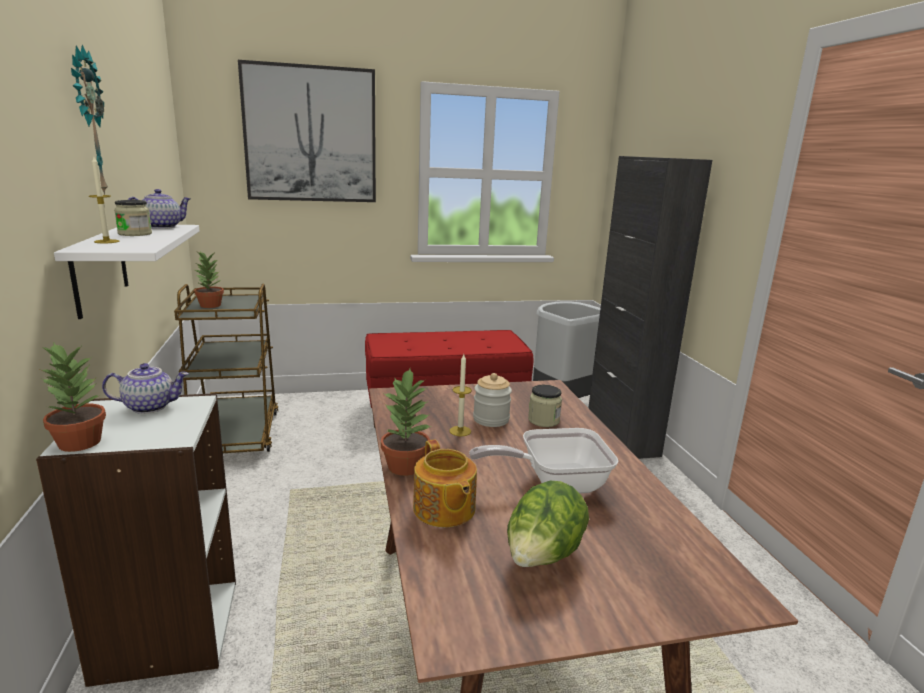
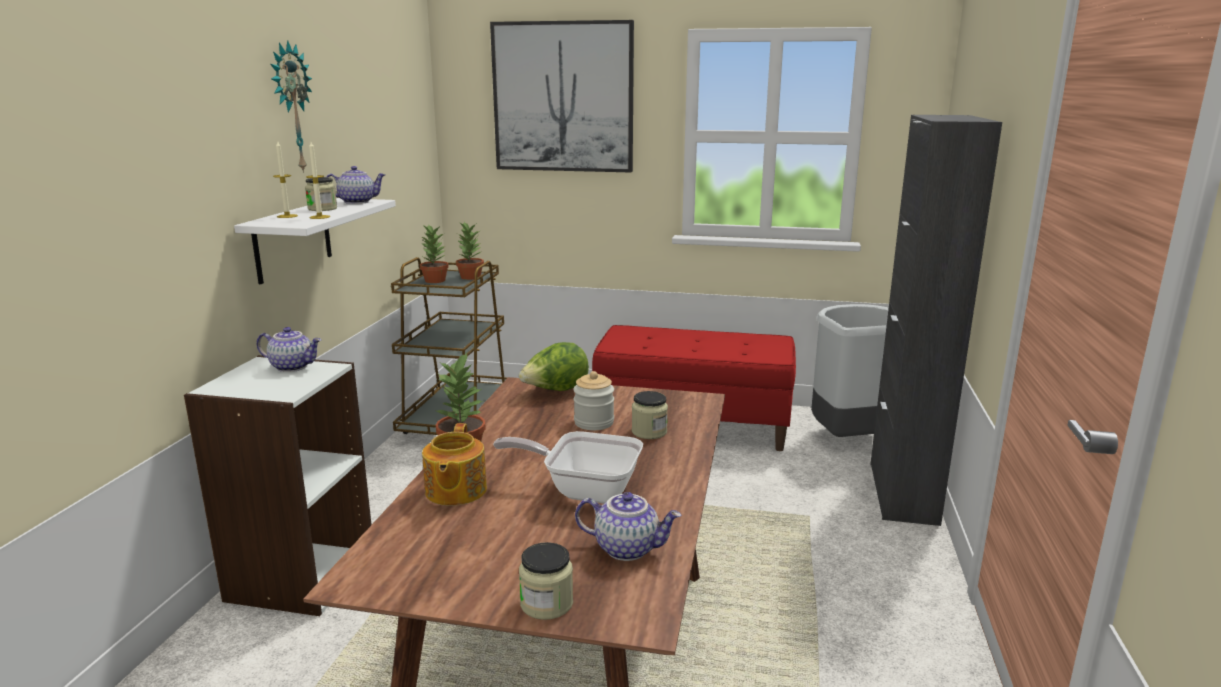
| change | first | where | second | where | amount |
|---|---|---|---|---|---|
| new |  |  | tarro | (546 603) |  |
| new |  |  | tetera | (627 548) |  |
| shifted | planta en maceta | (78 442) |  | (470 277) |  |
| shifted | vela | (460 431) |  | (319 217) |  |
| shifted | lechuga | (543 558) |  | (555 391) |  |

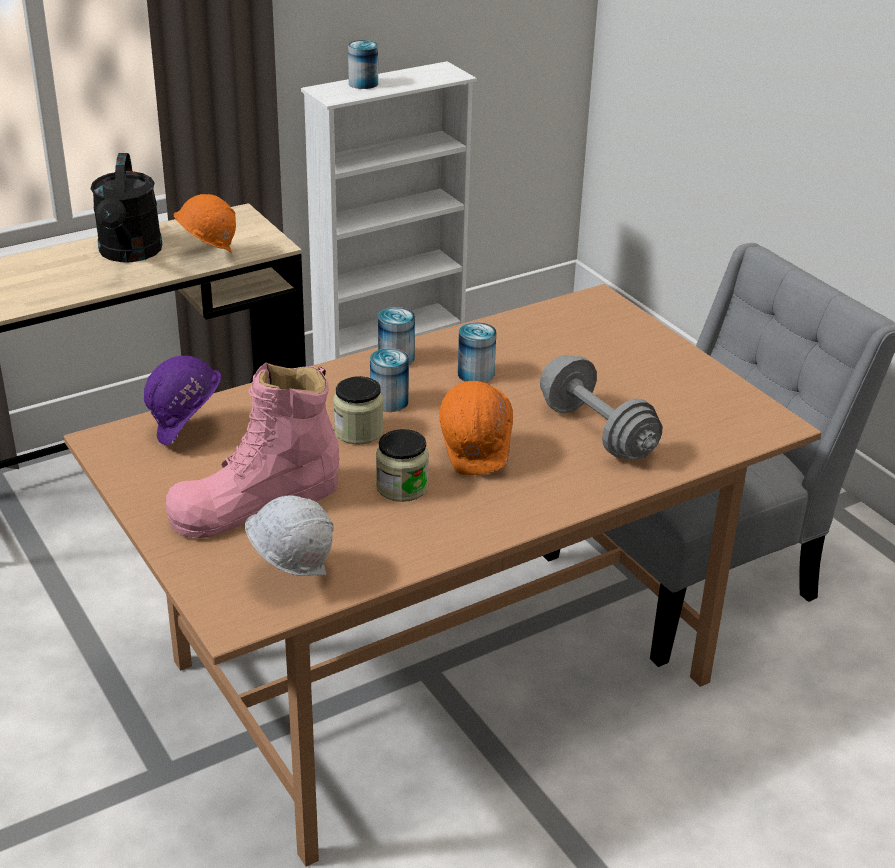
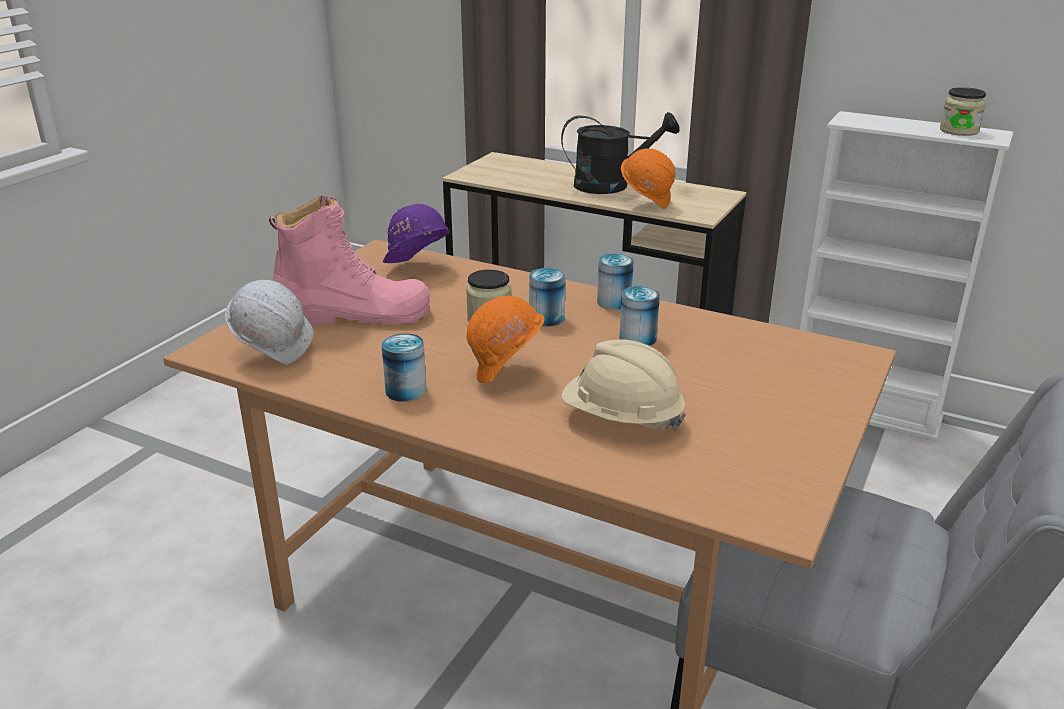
| change | first | where | second | where | amount |
|---|---|---|---|---|---|
| shifted | lata | (363 83) |  | (406 391) |  |
| shifted | tarro | (402 487) |  | (959 131) |  |
| swapped | mancuerna/gris | (596 431) | casco/beis | (621 418) |  |
| rotated | regadera/negro | (129 254) |  | (611 185) | 150 degrees counterclockwise |
| rotated | bota/rosa | (256 503) |  | (355 315) | 150 degrees clockwise |

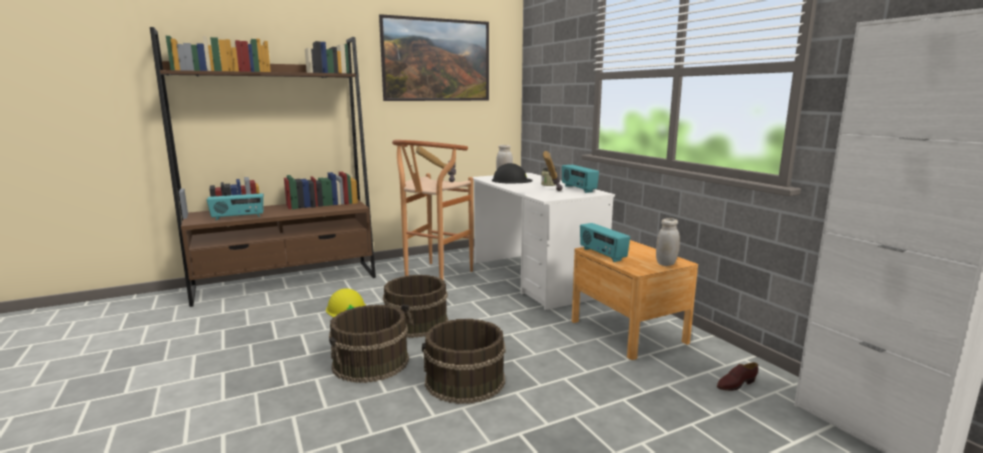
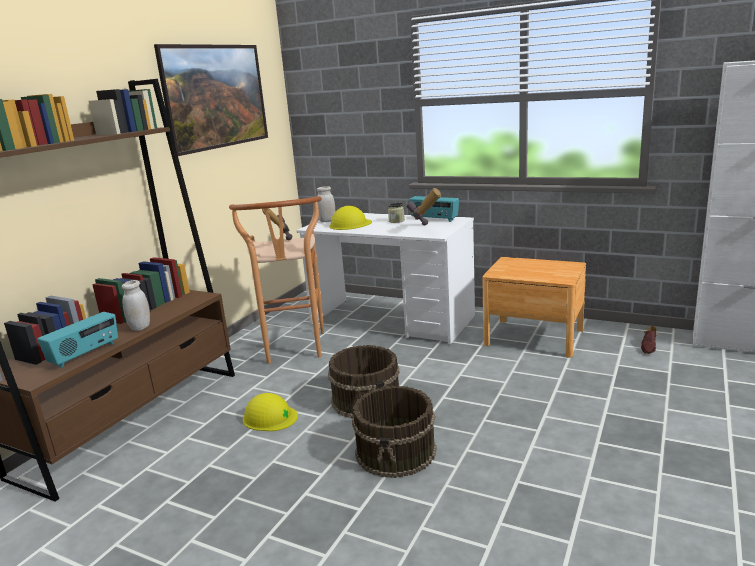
| change | first | where | second | where | amount |
|---|---|---|---|---|---|
| gone | cubo/marrón | (465 381) |  |  |  |
| gone | radio | (602 255) |  |  |  |
| shifted | tarro/blanco | (666 263) |  | (140 327) |  |
| repainted | casco/negro | (511 180) | casco/amarillo | (350 224) |  |

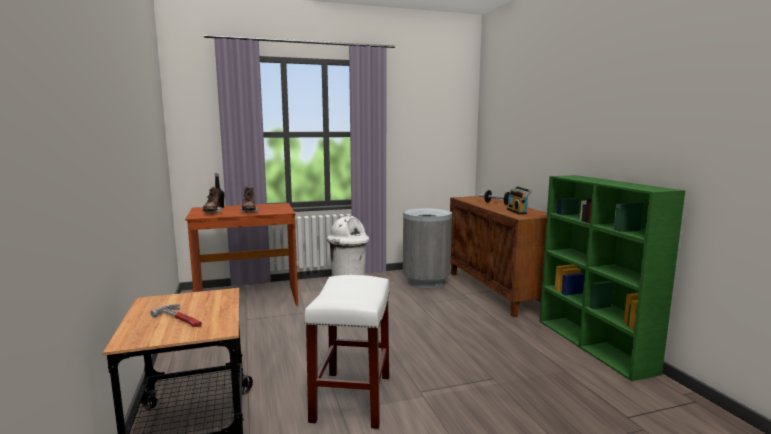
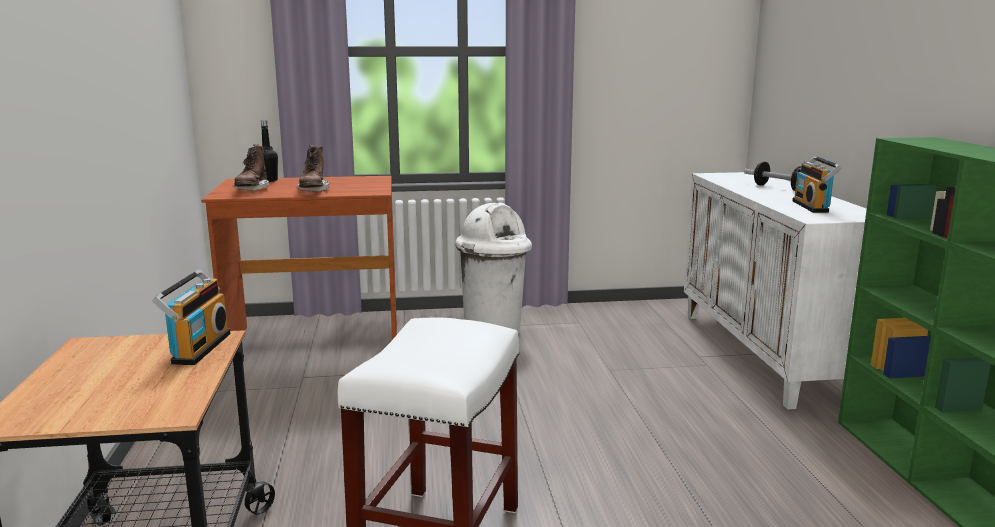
| change | first | where | second | where | amount |
|---|---|---|---|---|---|
| gone | martillo | (181 319) |  |  |  |
| gone | papelera/gris | (426 281) |  |  |  |
| new |  |  | radio | (198 348) |  |
| repainted | armario/marrón | (496 291) | armario/blanco | (766 355) |  |

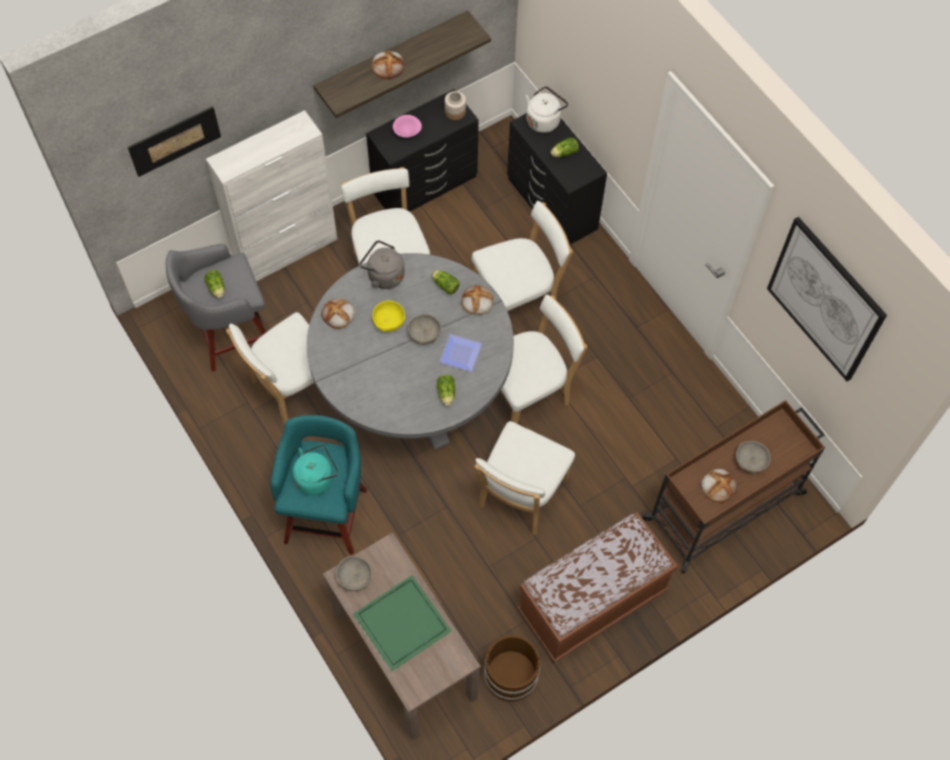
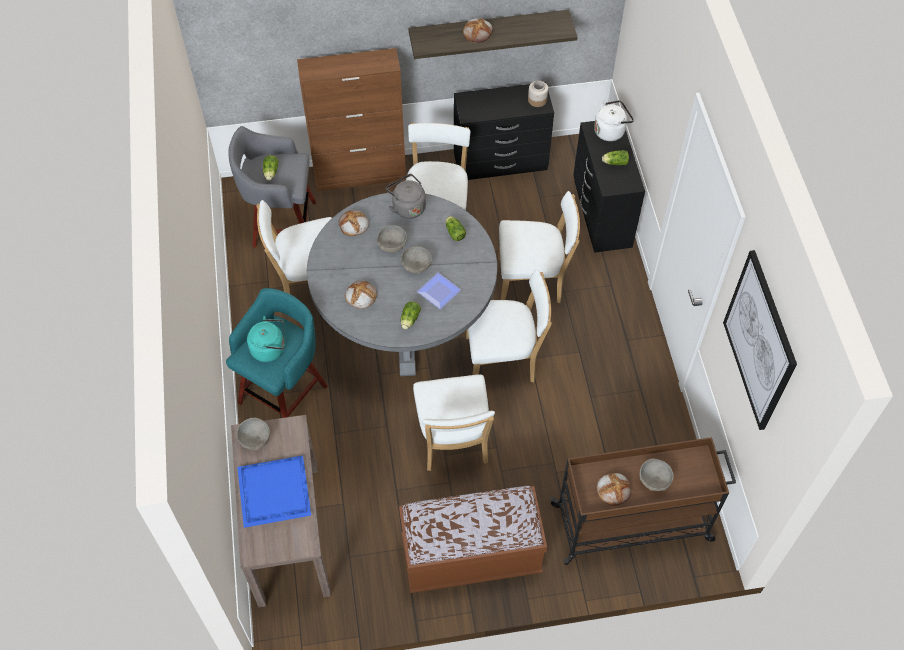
| change | first | where | second | where | amount |
|---|---|---|---|---|---|
| gone | cuadro | (174 141) |  |  |  |
| gone | cuenco/rosa | (408 132) |  |  |  |
| gone | cubo/marrón | (510 675) |  |  |  |
| shifted | pan | (477 301) |  | (360 296) |  |
| repainted | armario/blanco | (286 250) | armario/marrón | (360 175) |  |
| repainted | bandeja/verde | (402 625) | bandeja/azul | (273 493) |  |
| repainted | cuenco/amarillo | (388 321) | cuenco/gris | (392 244) |  |
| rotated | silla/blanco | (520 496) |  | (453 442) | 60 degrees counterclockwise |

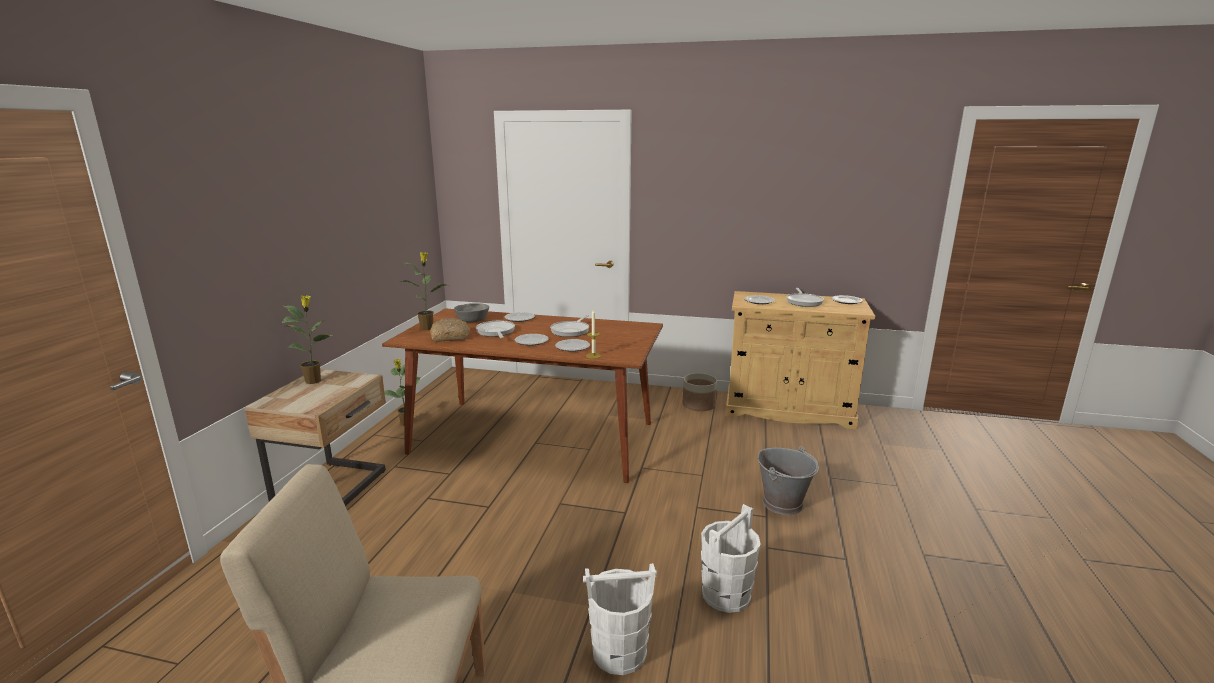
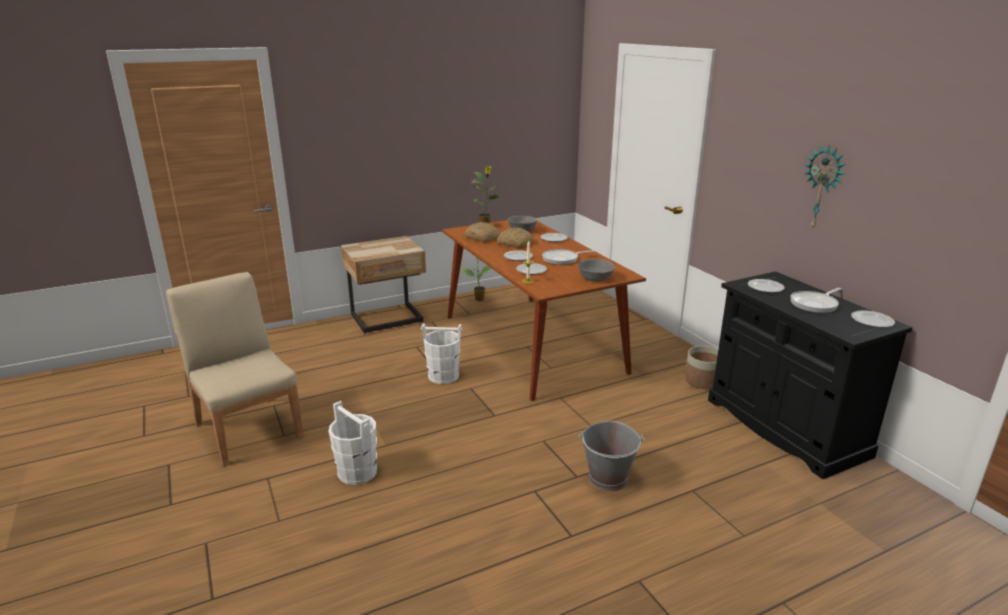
| change | first | where | second | where | amount |
|---|---|---|---|---|---|
| gone | planta en maceta | (314 381) |  |  |  |
| new |  |  | cuenco/gris | (595 279) |  |
| new |  |  | reloj de pared | (823 188) |  |
| shifted | cubo/blanco | (726 594) |  | (443 376) |  |
| swapped | sartén | (495 332) | pan | (514 243) |  |
| repainted | armario/beis | (788 410) | armario/negro | (785 427) |  |

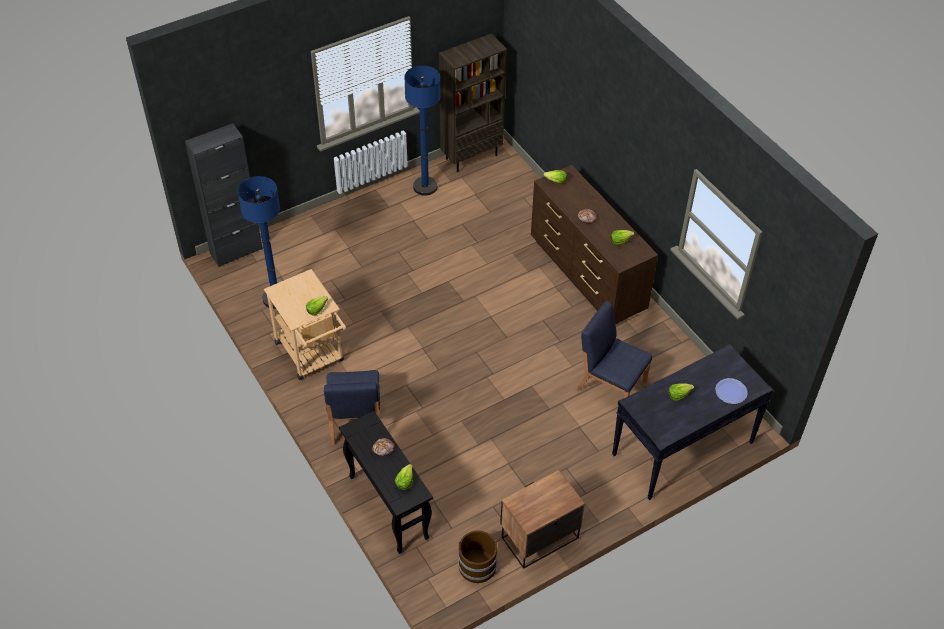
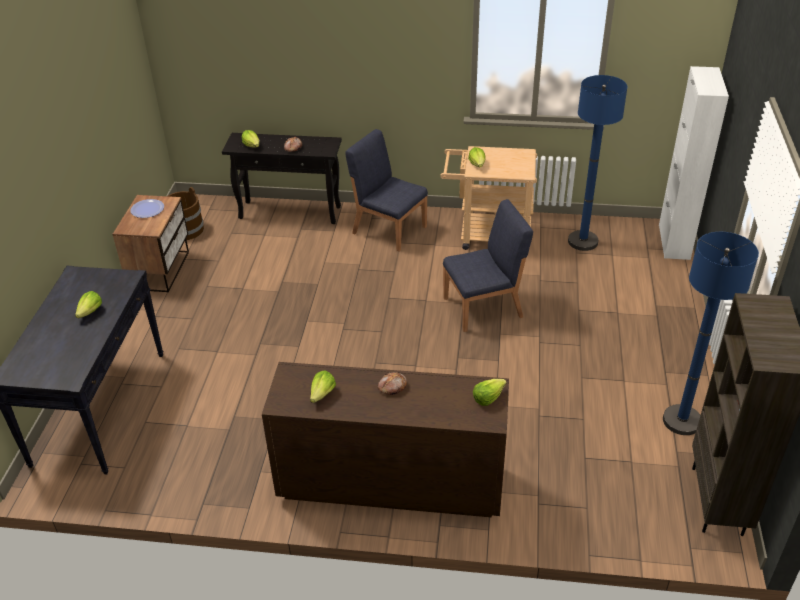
| change | first | where | second | where | amount |
|---|---|---|---|---|---|
| shifted | silla/azul | (610 385) |  | (484 307) |  |
| shifted | plato | (731 392) |  | (147 209) |  |
| repainted | armario/negro | (236 251) | armario/blanco | (674 242) |  |

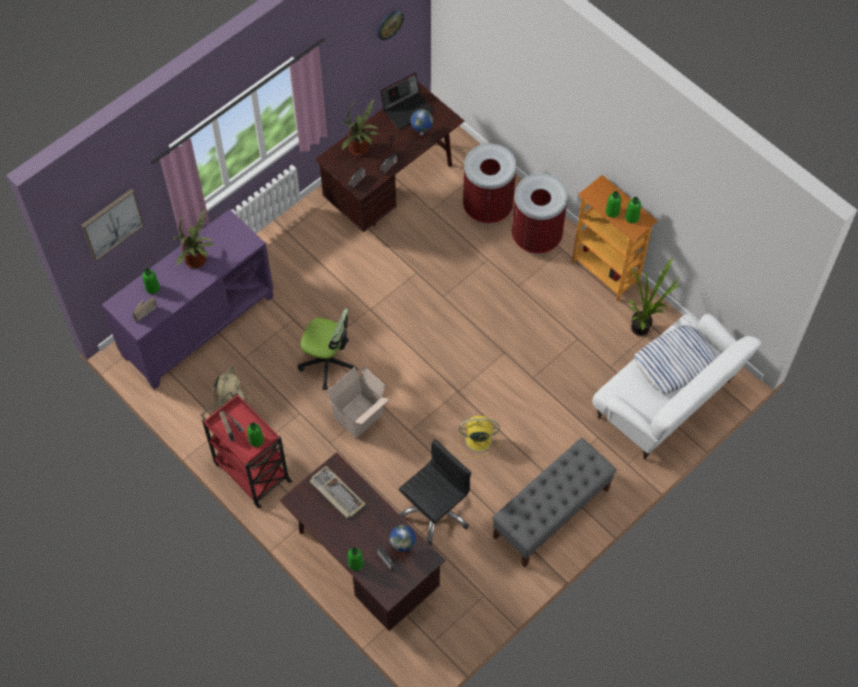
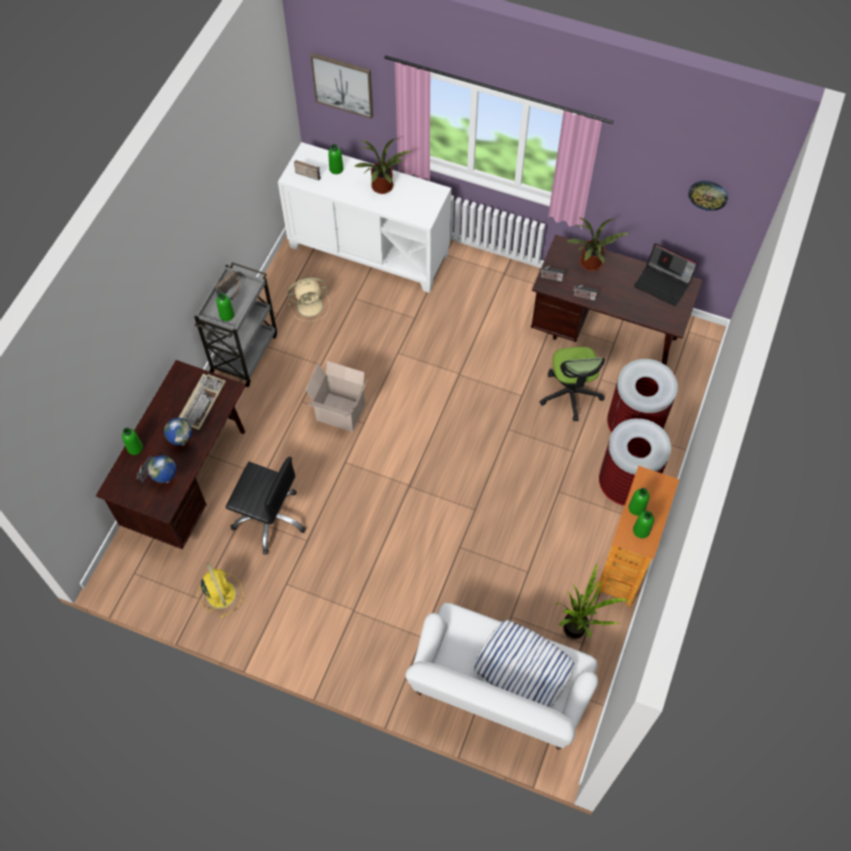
| change | first | where | second | where | amount |
|---|---|---|---|---|---|
| gone | banco/gris | (551 514) |  |  |  |
| shifted | silla de oficina | (328 362) |  | (570 394) |  |
| shifted | globo terráqueo | (421 134) |  | (182 443) |  |
| shifted | ventilador/amarillo | (477 439) |  | (220 593) |  |
| repainted | armario/morado | (197 325) | armario/blanco | (369 250) |  |
| repainted | carrito/rojo | (251 471) | carrito/gris | (244 352) |  |

